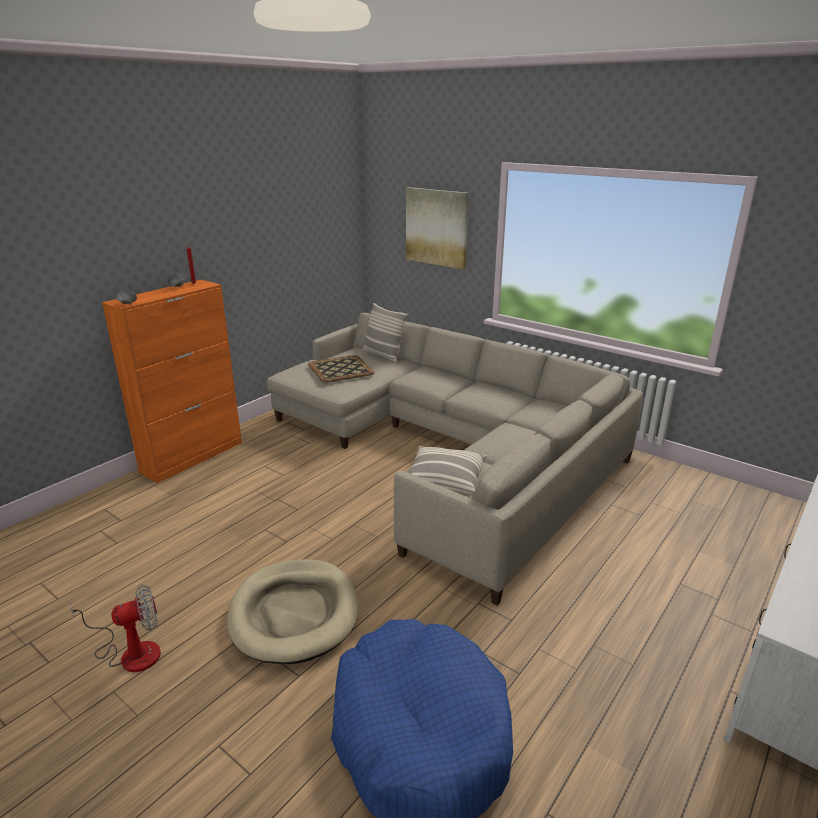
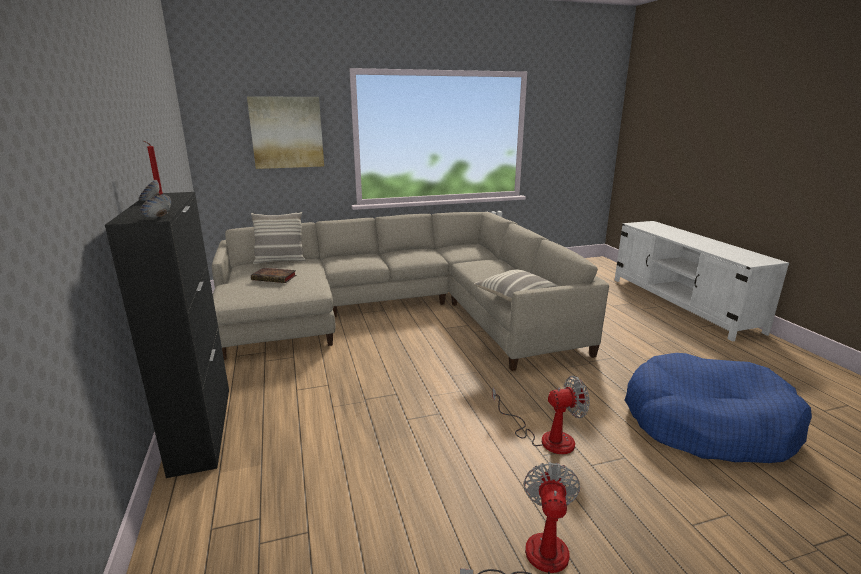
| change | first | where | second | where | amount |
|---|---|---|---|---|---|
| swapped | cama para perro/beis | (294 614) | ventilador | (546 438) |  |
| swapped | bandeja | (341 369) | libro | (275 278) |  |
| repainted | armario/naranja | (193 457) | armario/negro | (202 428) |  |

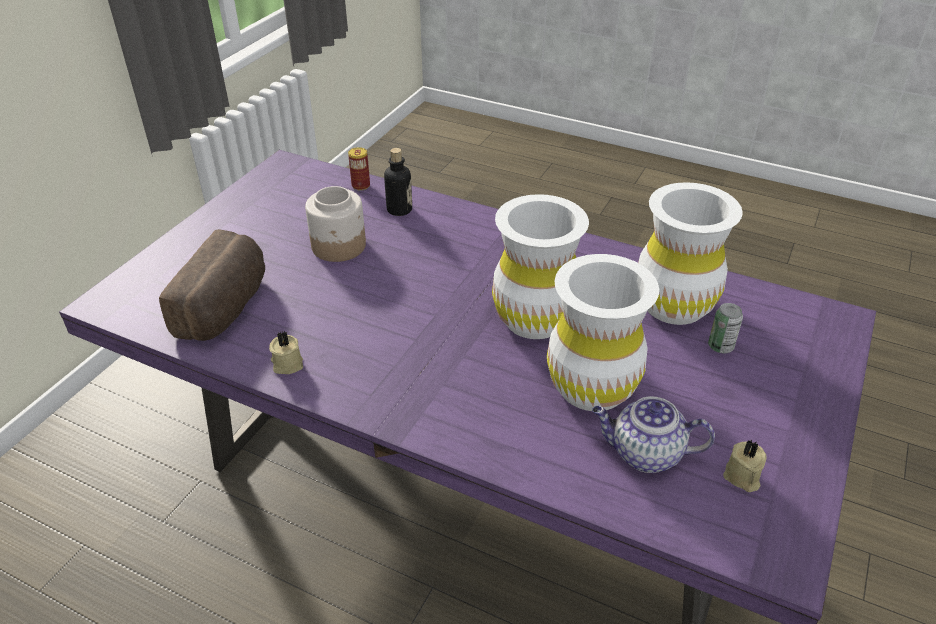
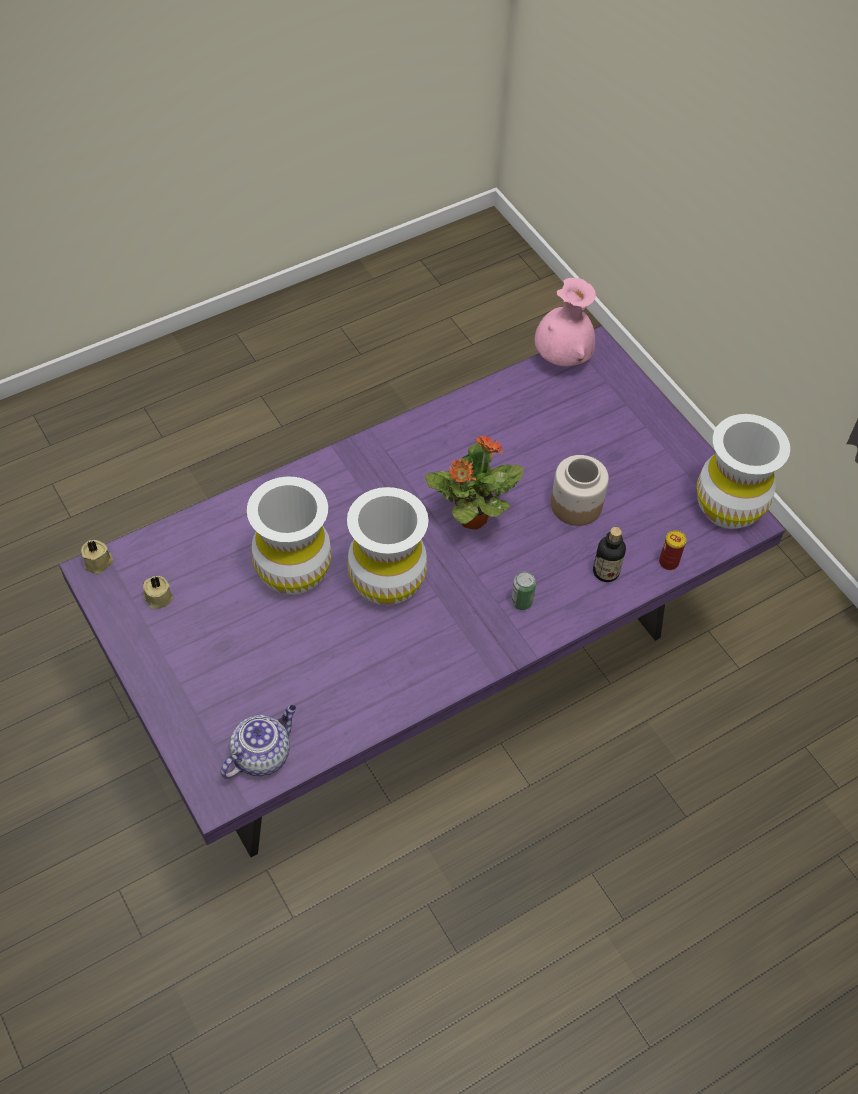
| change | first | where | second | where | amount |
|---|---|---|---|---|---|
| gone | pan | (227 308) |  |  |  |
| new |  |  | planta en maceta | (471 518) |  |
| new |  |  | florero/rosa | (562 358) |  |
| shifted | vela/beis | (287 364) |  | (99 563) |  |
| shifted | tetera | (644 454) |  | (262 754) |  |
| shifted | florero/blanco | (674 305) |  | (728 507) |  |
| shifted | lata | (720 346) |  | (521 602) |  |

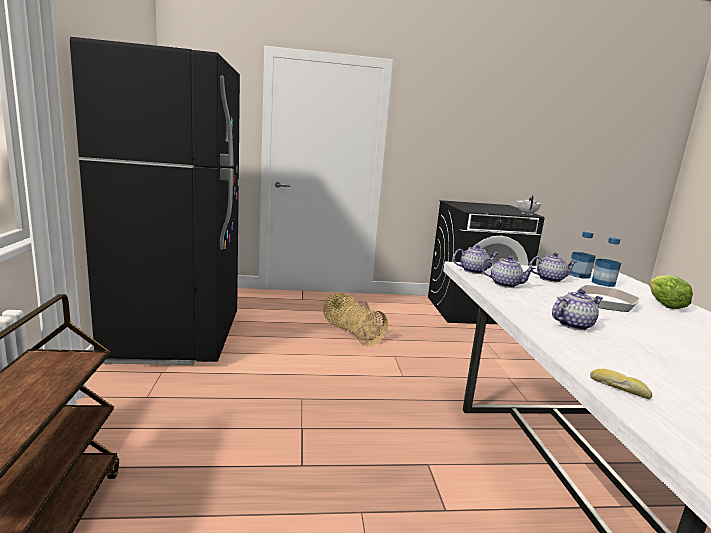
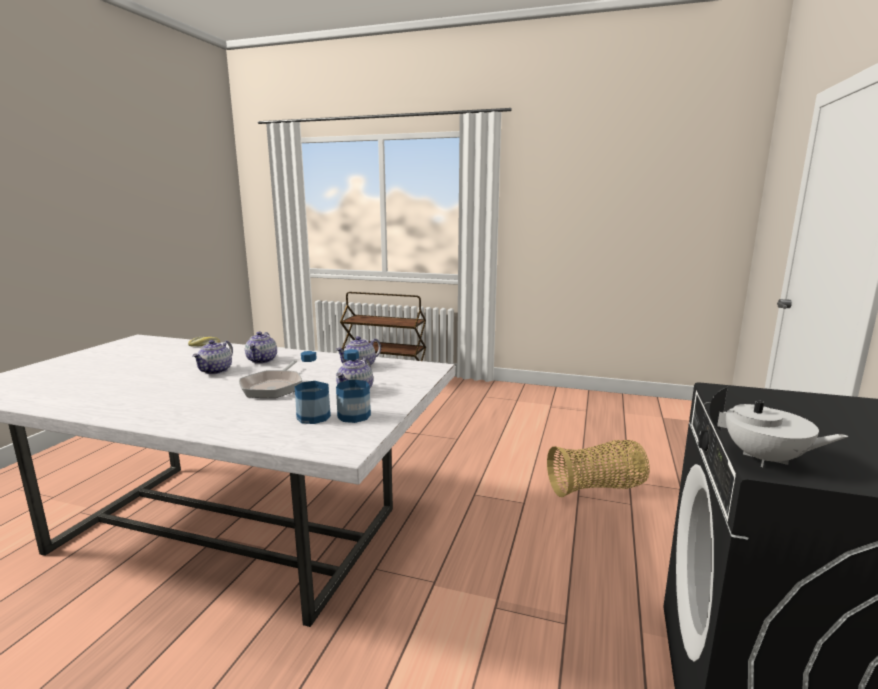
| change | first | where | second | where | amount |
|---|---|---|---|---|---|
| gone | nevera/negro | (176 338) |  |  |  |
| gone | lechuga | (664 305) |  |  |  |
| shifted | tetera | (473 271) |  | (216 371) |  |

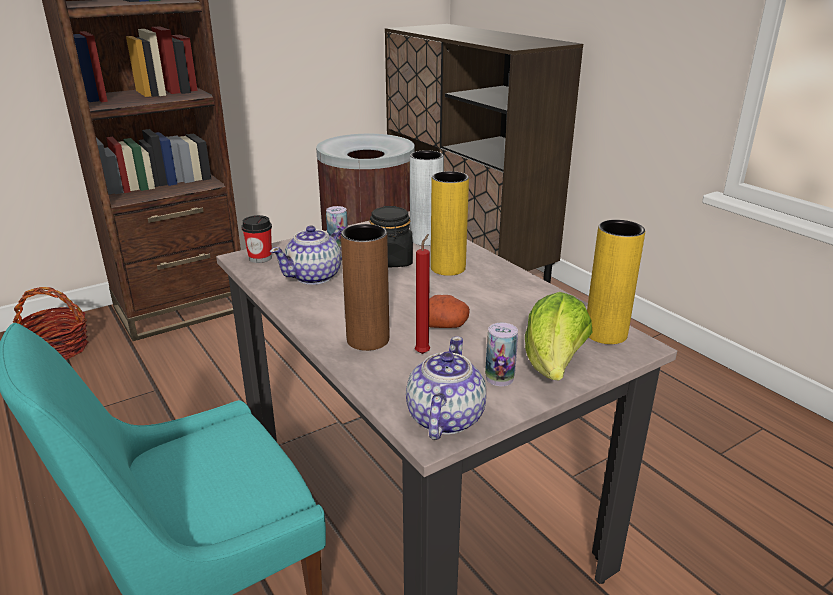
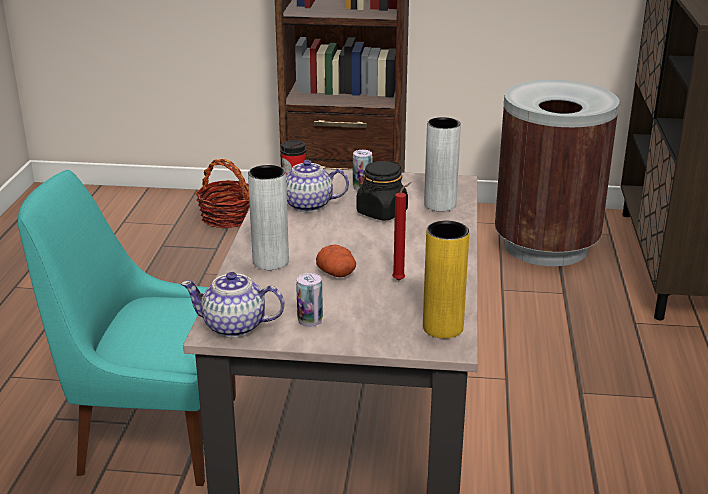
| change | first | where | second | where | amount |
|---|---|---|---|---|---|
| gone | florero/amarillo | (448 268) |  |  |  |
| gone | lechuga | (553 366) |  |  |  |
| shifted | vela/rojo | (423 352) |  | (400 280) |  |
| repainted | florero/marrón | (368 340) | florero/gris | (270 262) |  |
| rotated | tetera | (444 419) |  | (235 326) | 135 degrees counterclockwise |

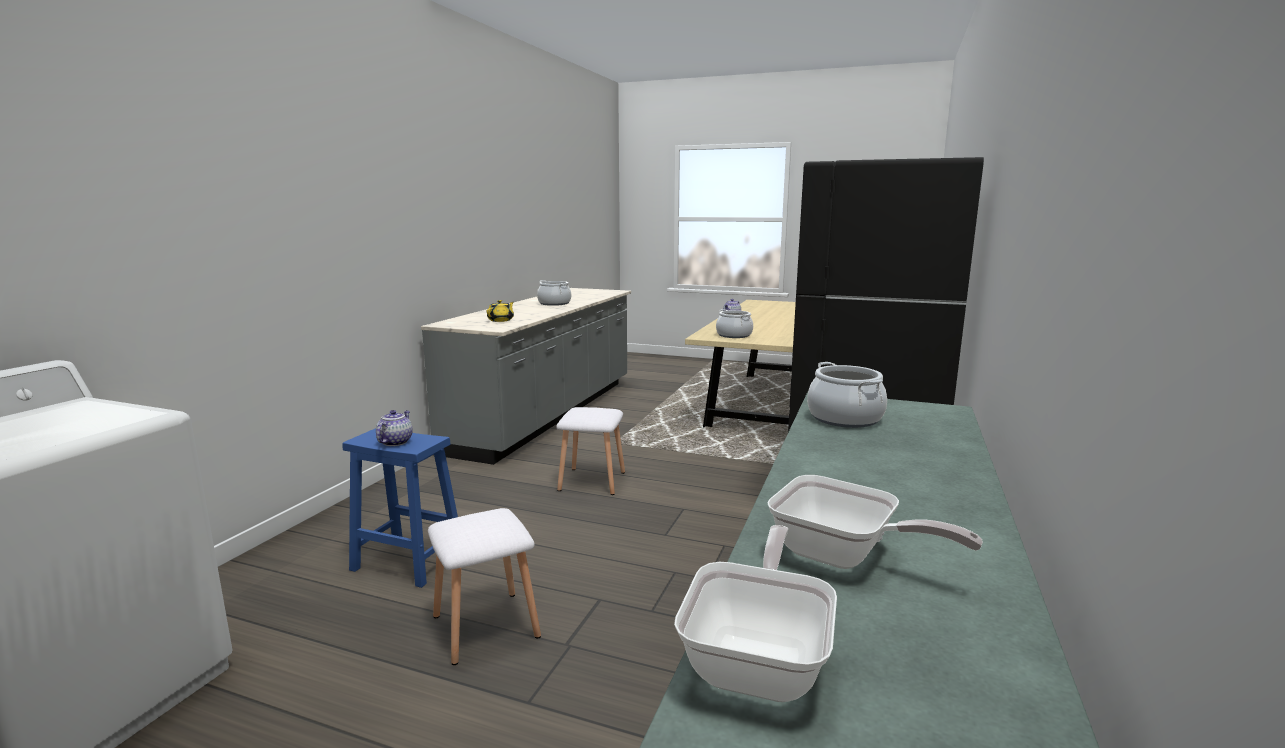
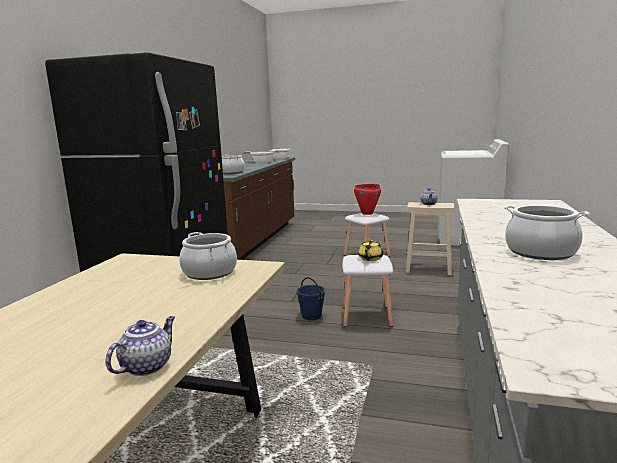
| change | first | where | second | where | amount |
|---|---|---|---|---|---|
| new |  |  | cubo/azul | (311 316) |  |
| new |  |  | olla/rojo | (367 213) |  |
| shifted | tetera/amarillo | (501 320) |  | (370 258) |  |
| repainted | taburete/azul | (406 561) | taburete/beis | (429 268) |  |

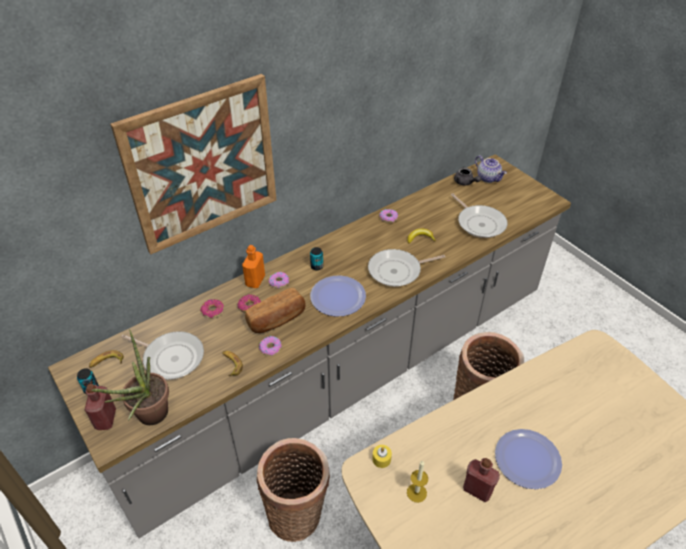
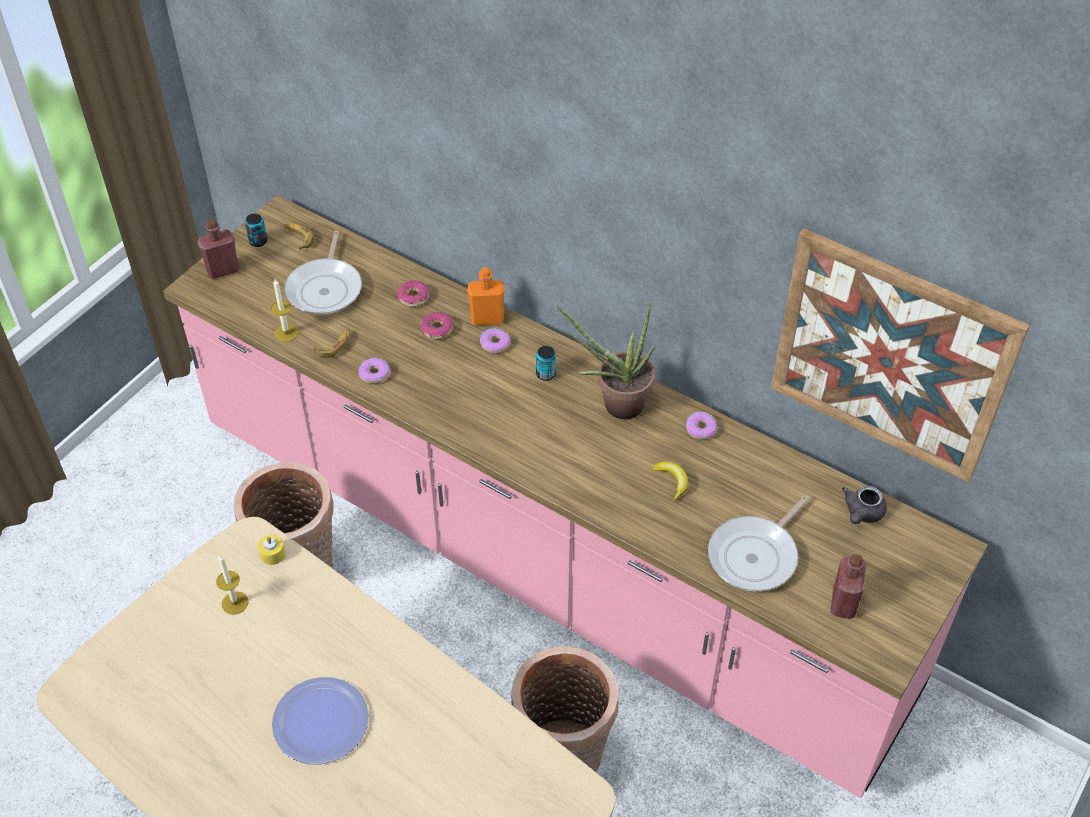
| change | first | where | second | where | amount |
|---|---|---|---|---|---|
| gone | pan | (277 320) |  |  |  |
| gone | plato | (337 297) |  |  |  |
| gone | sartén | (397 271) |  |  |  |
| gone | tetera | (488 178) |  |  |  |
| new |  |  | vela | (286 333) |  |
| shifted | planta en maceta | (149 418) |  | (614 405) |  |
| shifted | cuadro | (203 165) |  | (890 356) |  |
| shifted | botella/rojo | (477 490) |  | (843 603) |  |
| repainted | mueble bajo de cocina/gris | (343 374) | mueble bajo de cocina/rosa | (545 556) |  |

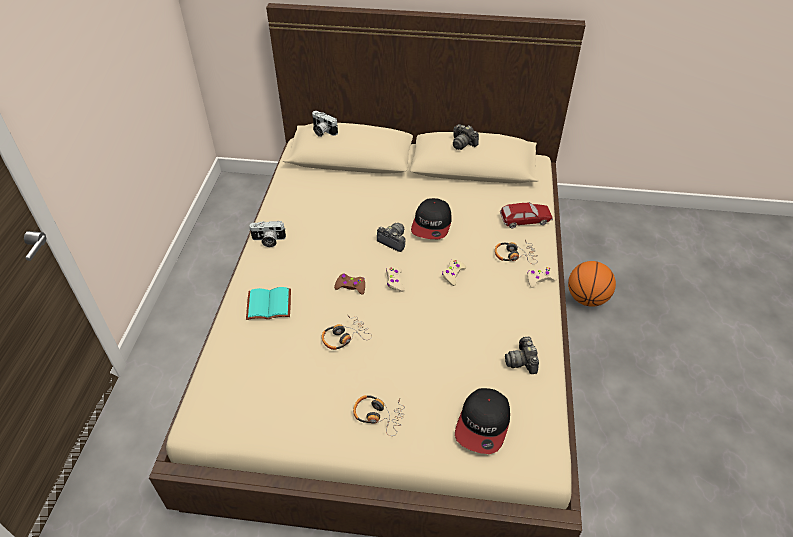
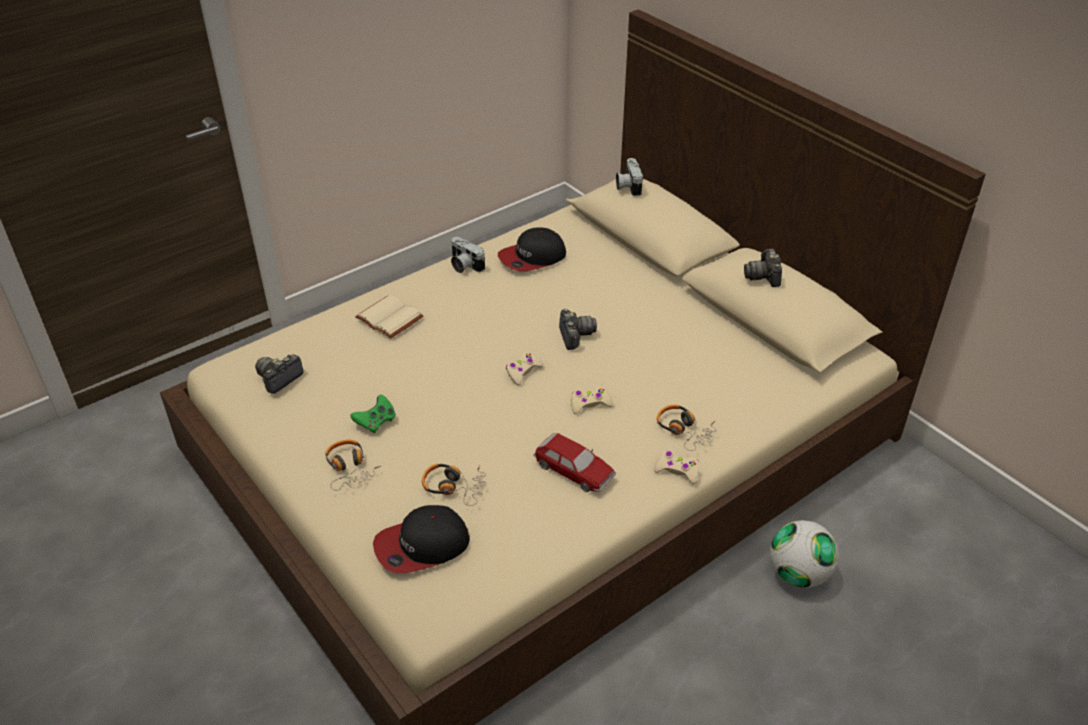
| change | first | where | second | where | amount |
|---|---|---|---|---|---|
| gone | mando de consola/marrón | (351 286) |  |  |  |
| new |  |  | mando de consola/verde | (376 422) |  |
| shifted | auriculares | (345 337) |  | (454 487) |  |
| shifted | gorra | (432 224) |  | (532 258) |  |
| shifted | coche de juguete | (525 220) |  | (574 470) |  |
| shifted | cámara | (522 361) |  | (279 379) |  |
| swapped | balón de baloncesto | (586 298) | balón de fútbol | (798 574) |  |
| repainted | libro/turquesa | (268 306) | libro/beis | (387 318) |  |

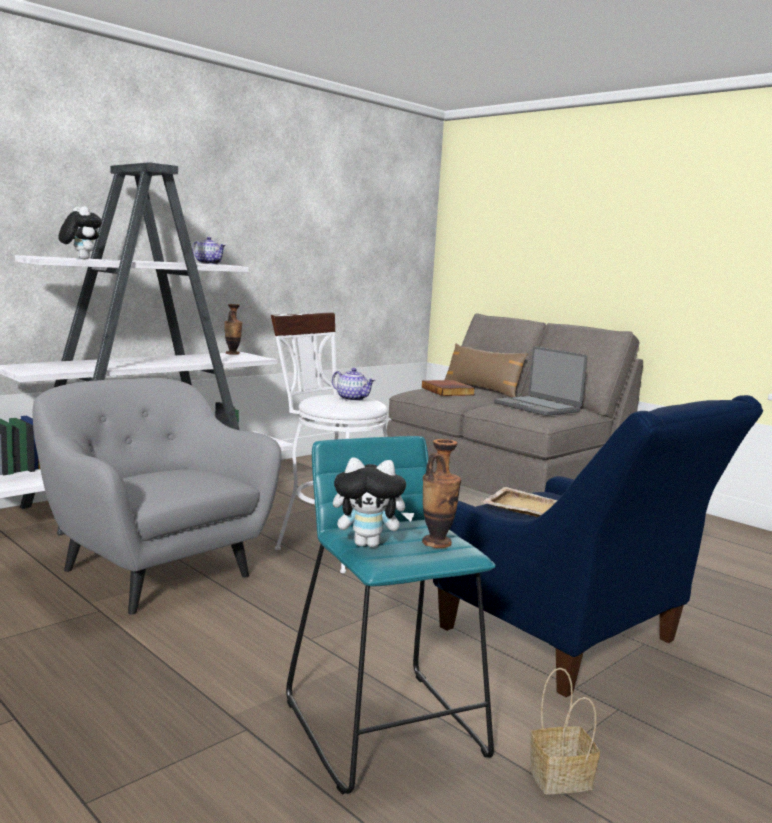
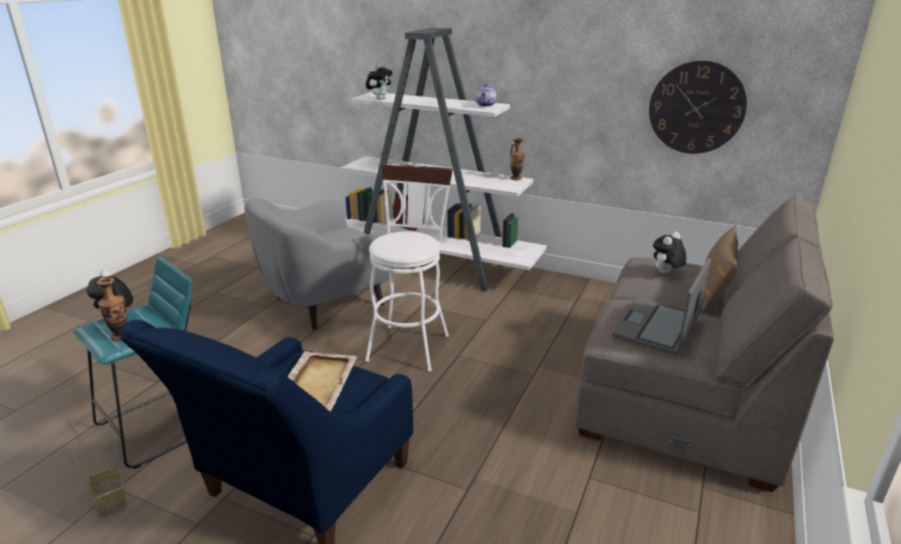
| change | first | where | second | where | amount |
|---|---|---|---|---|---|
| gone | tetera | (353 399) |  |  |  |
| new |  |  | reloj de pared | (696 108) |  |
| swapped | libro | (448 391) | peluche | (665 273) |  |
| rotated | sillón/gris | (153 571) |  | (326 302) | 150 degrees counterclockwise |

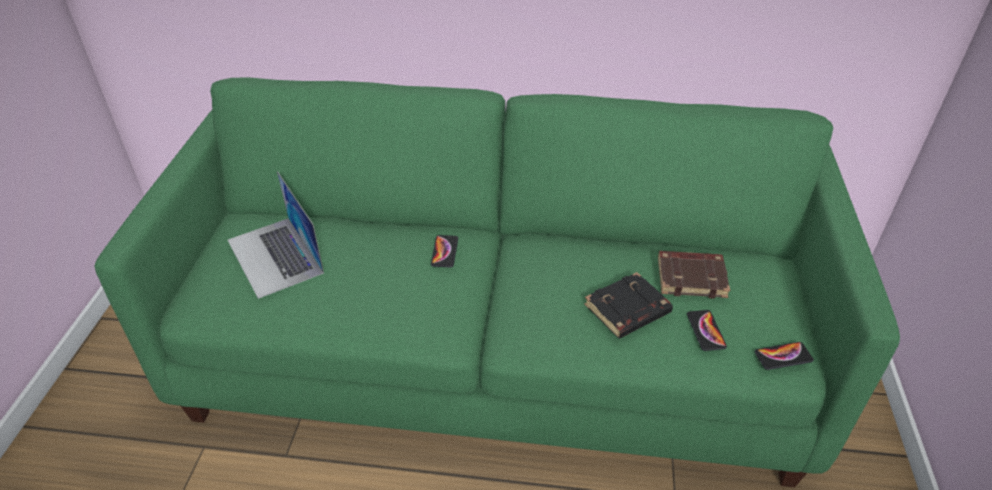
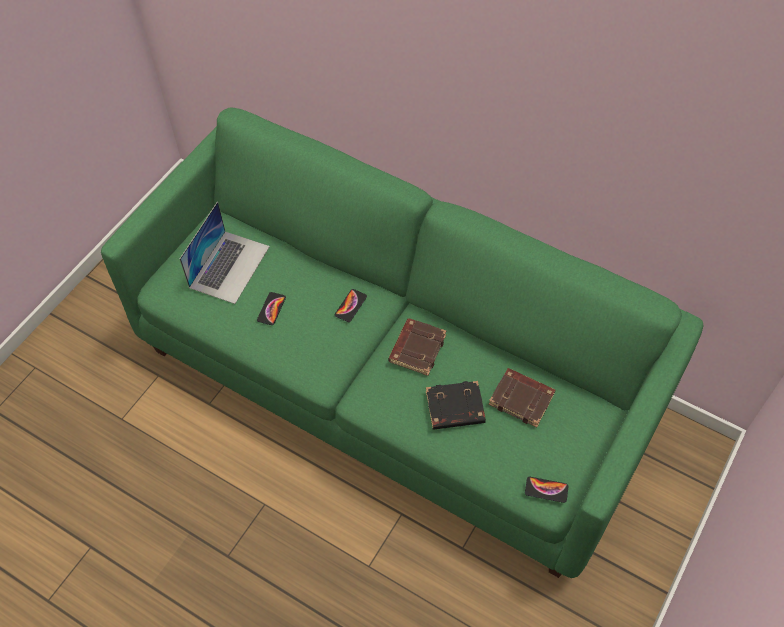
| change | first | where | second | where | amount |
|---|---|---|---|---|---|
| new |  |  | libro/marrón | (417 348) |  |
| shifted | móvil | (706 331) |  | (271 309) |  |
| rotated | portátil | (275 256) |  | (229 266) | 150 degrees counterclockwise |

